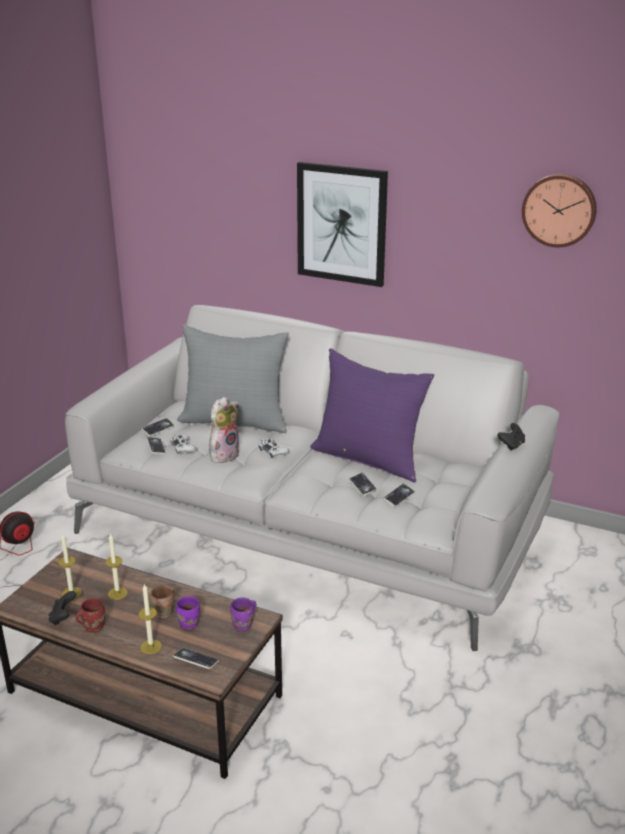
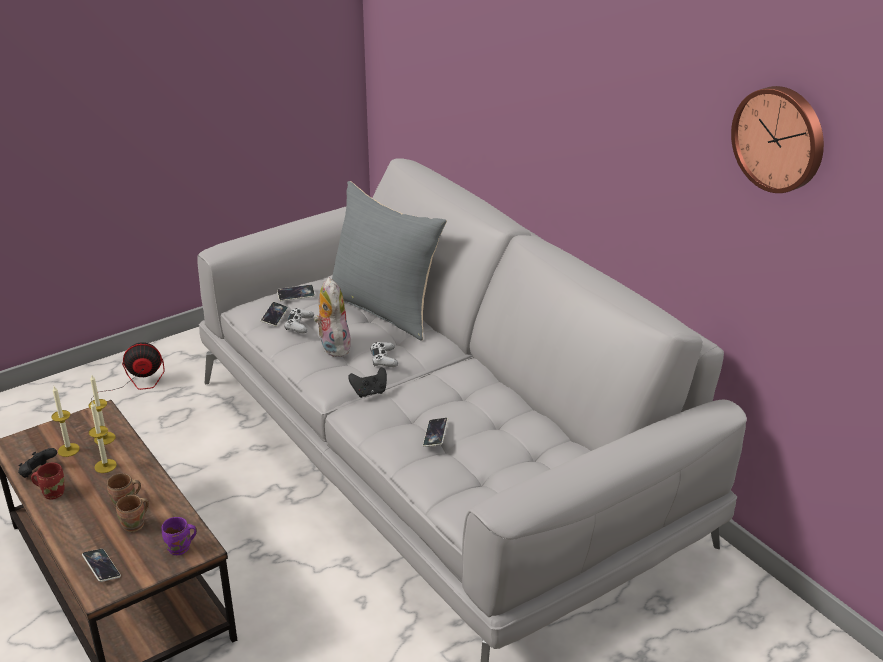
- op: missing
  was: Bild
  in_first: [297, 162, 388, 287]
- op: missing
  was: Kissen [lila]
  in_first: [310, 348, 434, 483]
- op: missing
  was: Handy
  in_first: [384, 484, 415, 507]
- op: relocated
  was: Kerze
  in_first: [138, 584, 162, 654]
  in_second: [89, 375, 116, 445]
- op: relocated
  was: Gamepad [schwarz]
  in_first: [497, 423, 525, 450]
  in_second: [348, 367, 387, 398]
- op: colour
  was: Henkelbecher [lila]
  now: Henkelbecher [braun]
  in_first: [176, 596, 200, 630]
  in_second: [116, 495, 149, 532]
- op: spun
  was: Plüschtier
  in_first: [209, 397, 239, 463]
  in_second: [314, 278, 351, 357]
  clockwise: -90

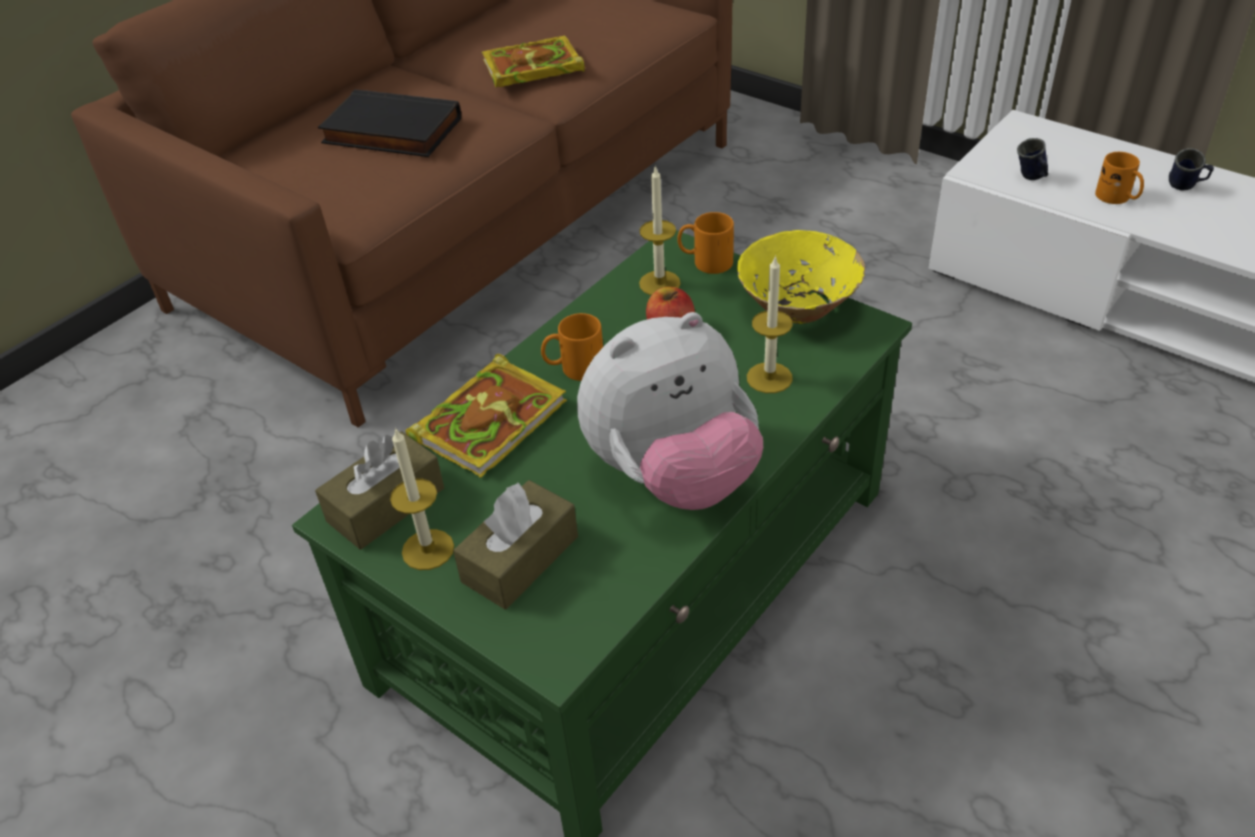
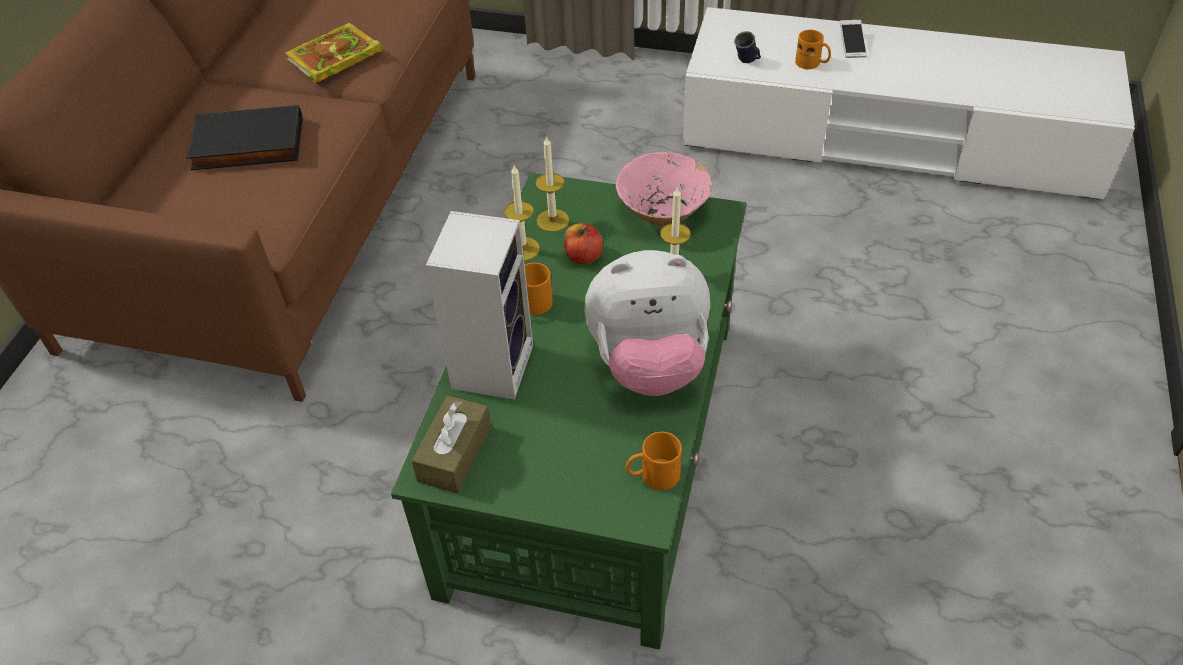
- op: missing
  was: Taschentuchbox [braun]
  in_first: [453, 480, 578, 609]
- op: relocated
  was: Kerze
  in_first: [390, 428, 454, 570]
  in_second: [504, 165, 540, 261]
- op: relocated
  was: Henkelbecher [orange]
  in_first: [677, 212, 734, 274]
  in_second: [626, 432, 682, 490]
- op: exchanged
  was: Buch
  now: Lautsprecher
  in_first: [405, 354, 567, 478]
  in_second: [426, 211, 533, 400]
- op: exchanged
  was: Henkelbecher [blau]
  now: Handy
  in_first: [1169, 148, 1214, 191]
  in_second: [840, 20, 867, 58]
- op: colour
  was: Schüssel [gelb]
  now: Schüssel [rosa]
  in_first: [737, 230, 865, 324]
  in_second: [616, 152, 712, 226]
- op: spun
  was: Plüschtier
  in_first: [577, 312, 763, 510]
  in_second: [585, 250, 710, 396]
  clockwise: 45

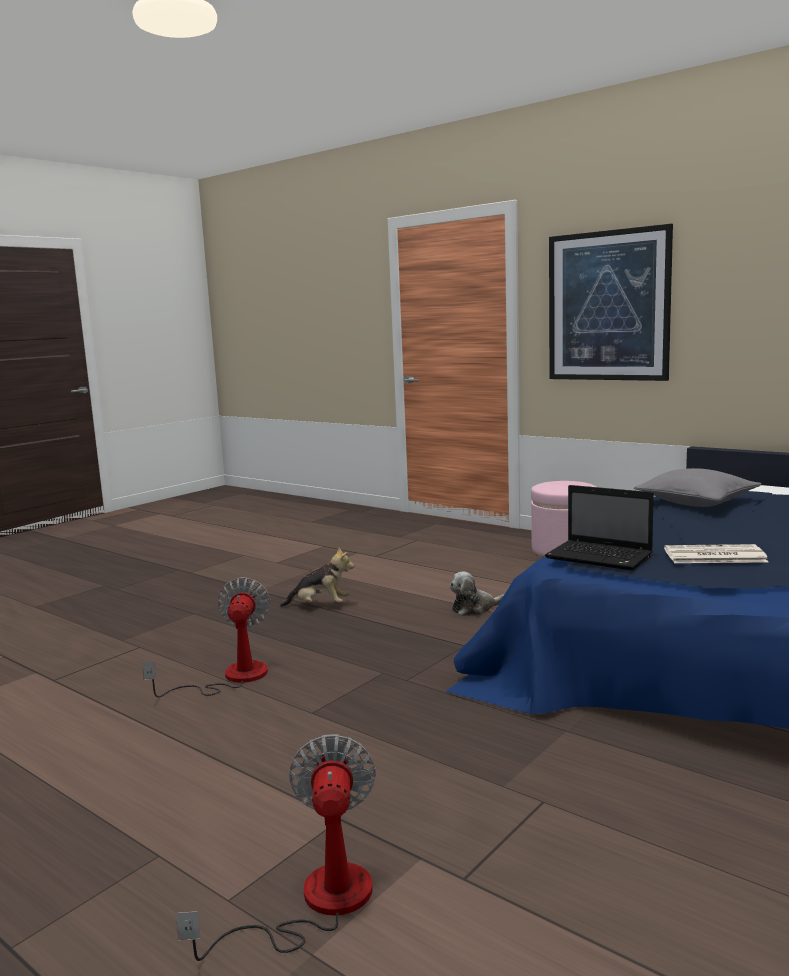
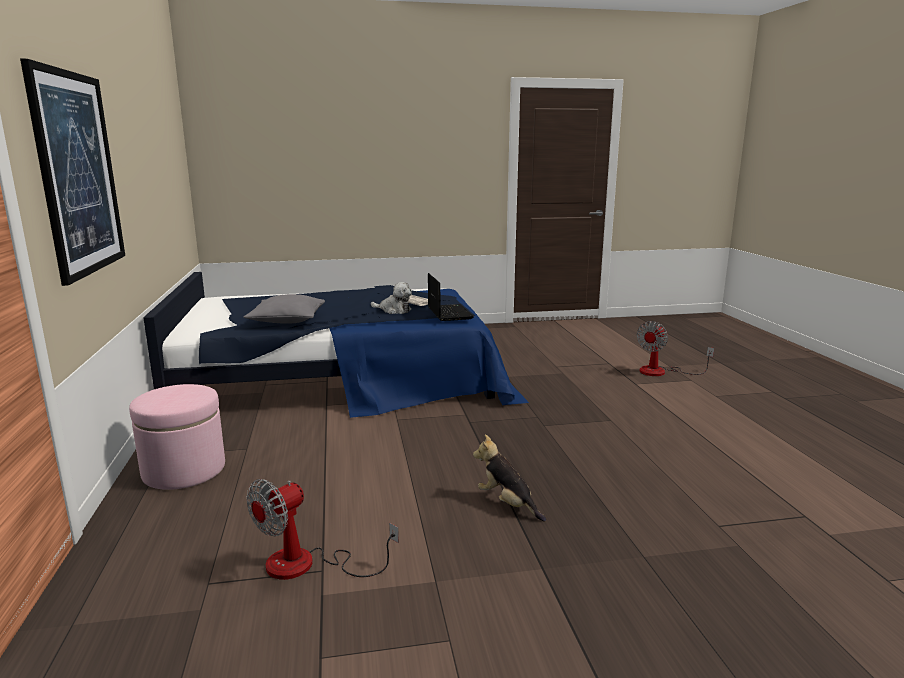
- op: relocated
  was: Ventilator
  in_first: [142, 577, 271, 698]
  in_second: [247, 479, 399, 580]
- op: relocated
  was: Plüschtier
  in_first: [449, 571, 504, 616]
  in_second: [371, 282, 412, 314]

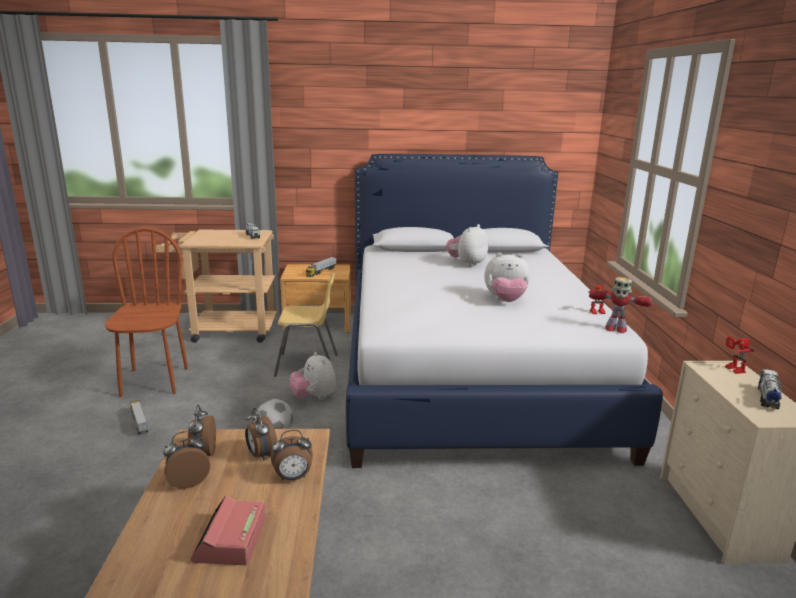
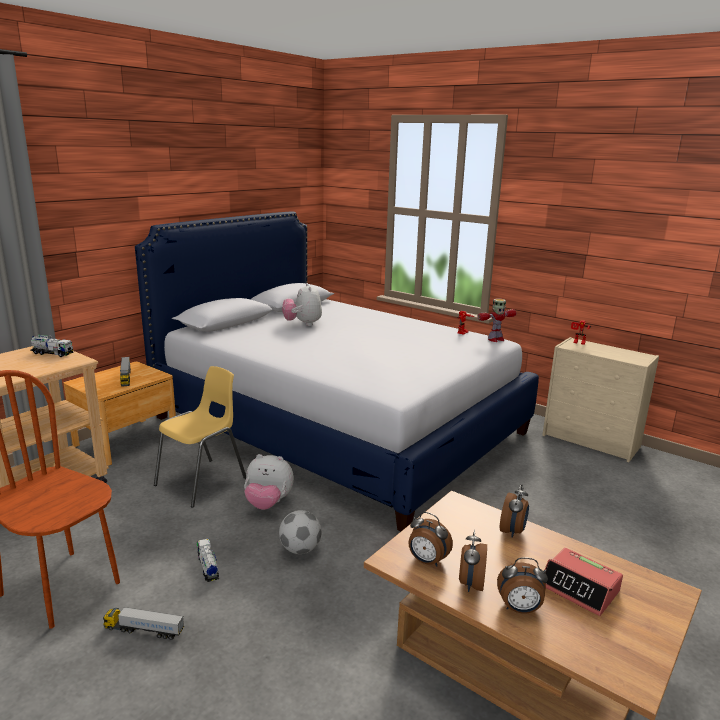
- op: missing
  was: Plüschtier
  in_first: [484, 253, 530, 302]
- op: relocated
  was: Wecker
  in_first: [245, 408, 277, 461]
  in_second: [497, 557, 548, 613]
- op: relocated
  was: Spielzeuglaster
  in_first: [758, 369, 783, 409]
  in_second: [197, 538, 219, 582]

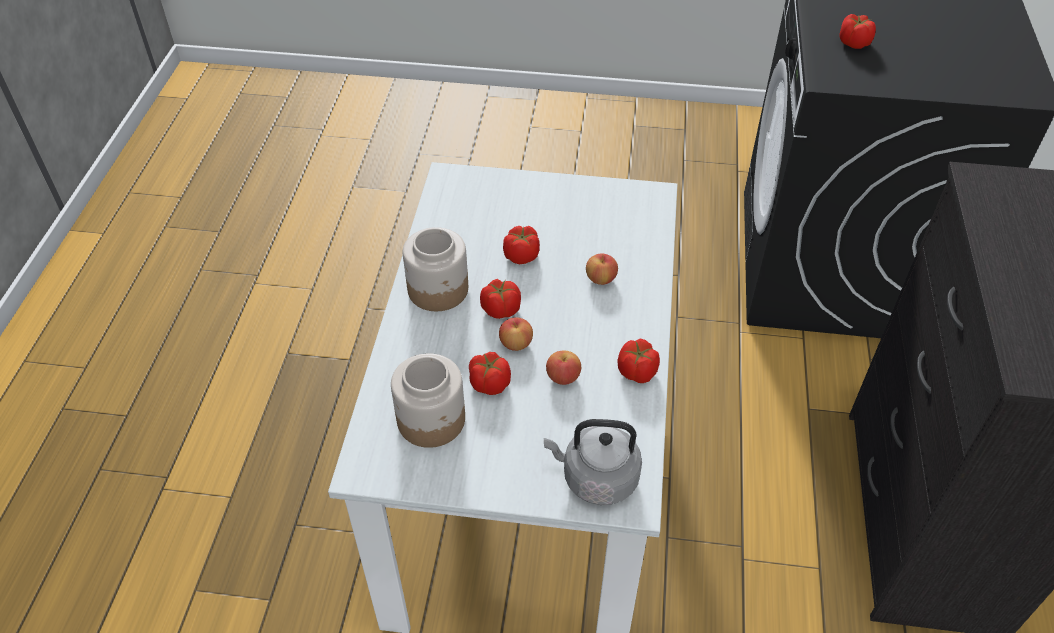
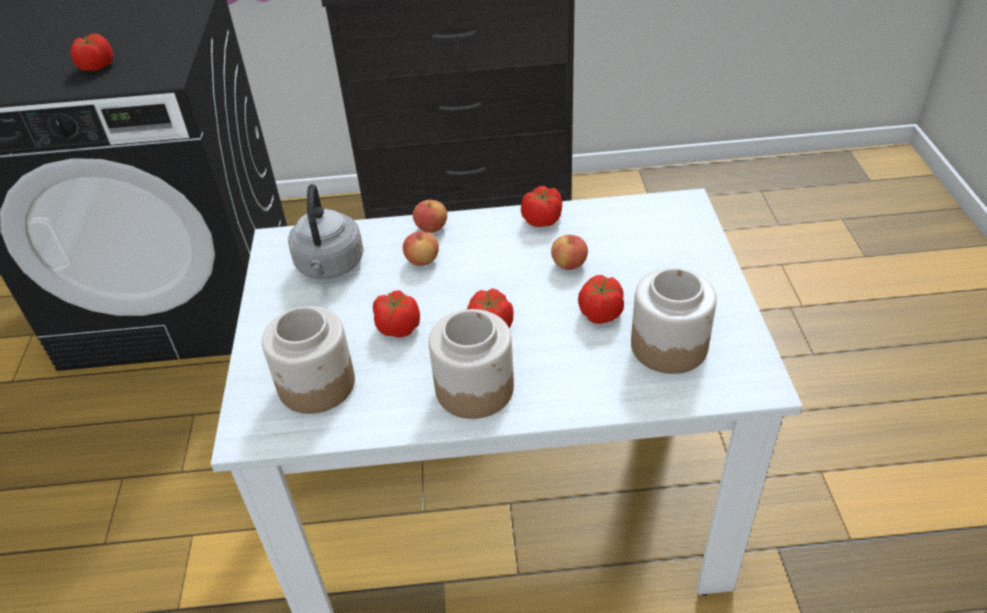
- op: appeared
  now: Vorratsglas
  in_second: [262, 306, 355, 414]
- op: relocated
  was: Apfel
  in_first: [499, 317, 533, 351]
  in_second: [413, 200, 447, 233]
- op: relocated
  was: Wasserkessel [grau]
  in_first: [544, 419, 642, 505]
  in_second: [288, 184, 364, 279]

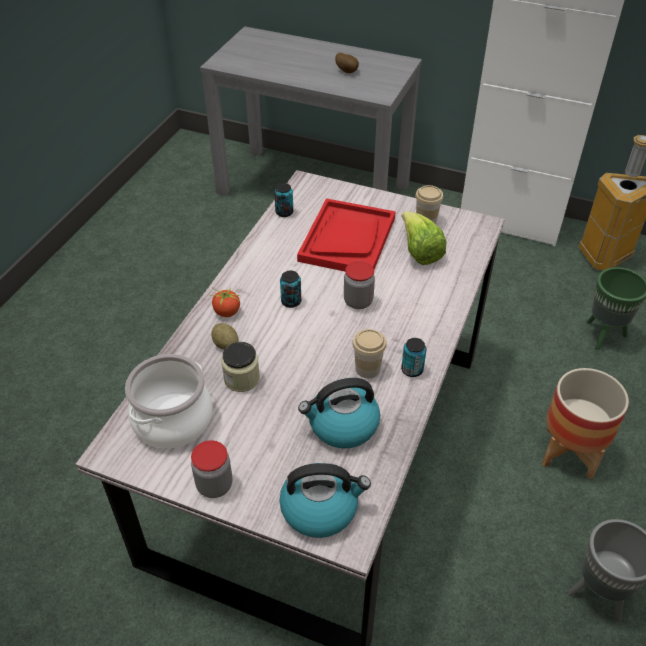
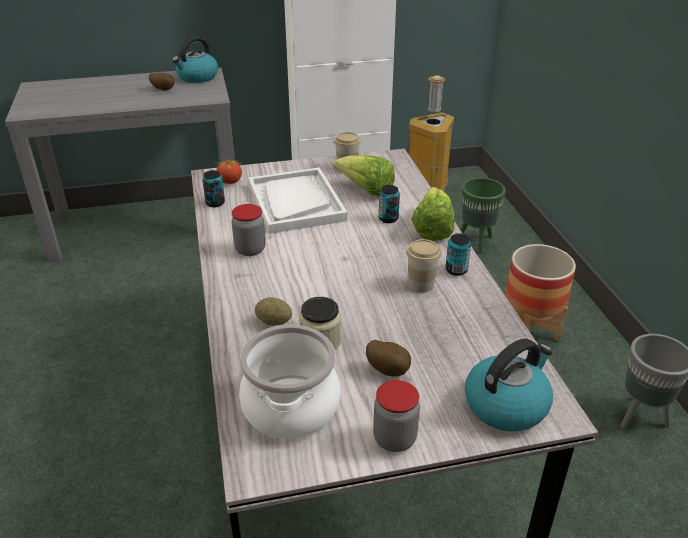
- op: appeared
  now: Kartoffel
  in_second: [366, 340, 411, 376]
- op: appeared
  now: Salatkopf
  in_second: [411, 187, 455, 241]
- op: relocated
  was: Tomate
  in_first: [209, 287, 240, 317]
  in_second: [215, 158, 242, 184]
- op: relocated
  was: Dose
  in_first: [280, 270, 301, 308]
  in_second: [379, 185, 400, 223]
- op: relocated
  was: Wasserkessel
  in_first: [298, 378, 380, 449]
  in_second: [172, 37, 218, 83]
- op: relocated
  was: Vorratsglas
  in_first: [344, 261, 375, 309]
  in_second: [231, 204, 266, 256]
- op: colour
  was: Tablett [rot]
  now: Tablett [weiß]
  in_first: [297, 198, 396, 271]
  in_second: [248, 167, 348, 234]

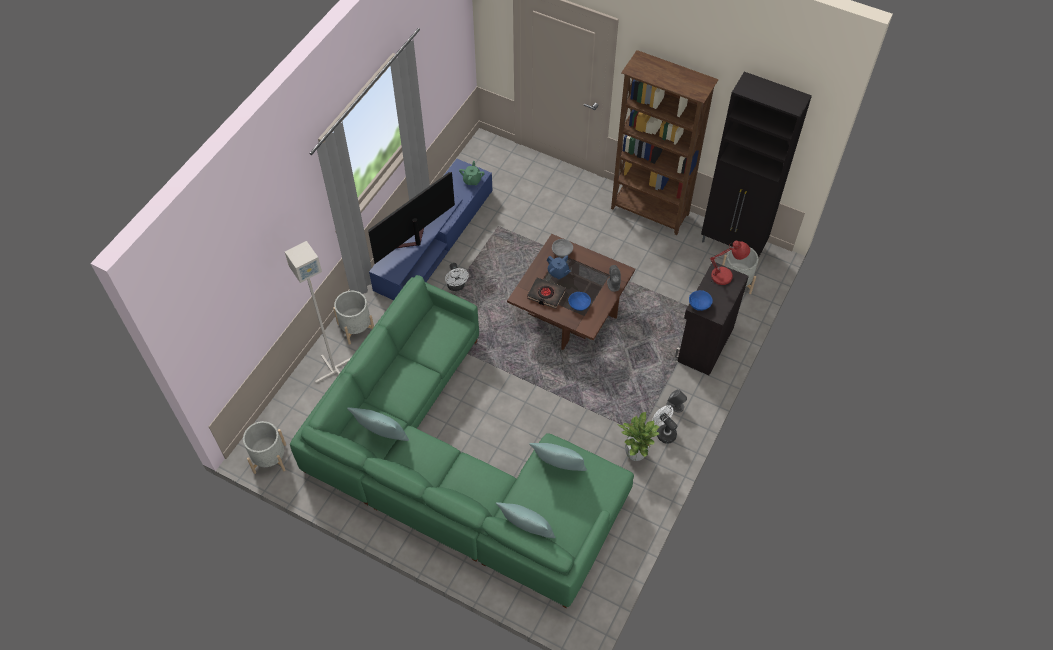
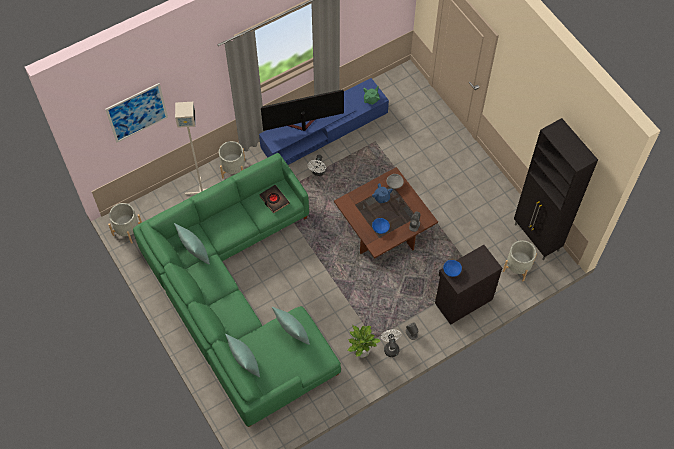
- op: missing
  was: Bücherregal [braun]
  in_first: [611, 50, 719, 235]
- op: missing
  was: Tischlampe [rot]
  in_first: [710, 241, 750, 285]
- op: appeared
  now: Bild
  in_second: [105, 83, 168, 143]
- op: relocated
  was: Buch [schwarz]
  in_first: [527, 278, 566, 309]
  in_second: [259, 185, 289, 214]

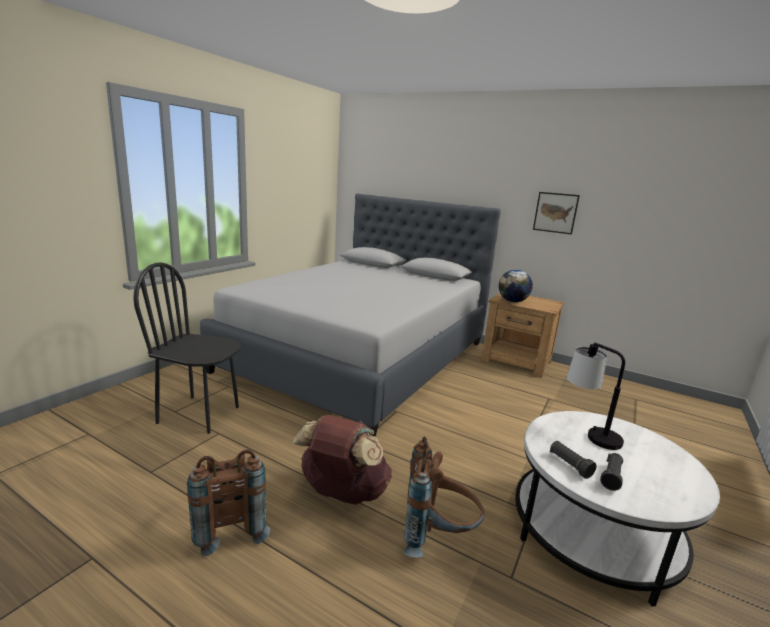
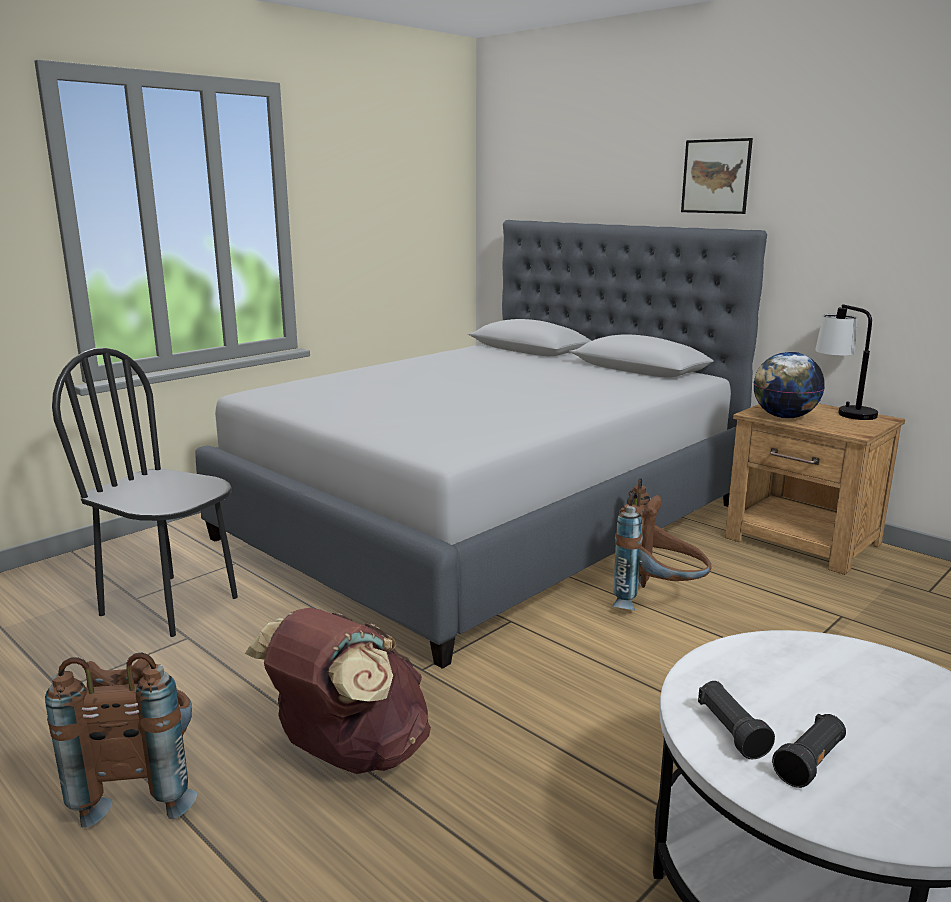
- op: relocated
  was: Rucksack [braun]
  in_first: [403, 437, 484, 558]
  in_second: [612, 478, 712, 610]
- op: relocated
  was: Bild
  in_first: [533, 192, 580, 235]
  in_second: [681, 138, 753, 214]
- op: relocated
  was: Tischlampe
  in_first: [566, 342, 625, 450]
  in_second: [815, 304, 878, 420]

